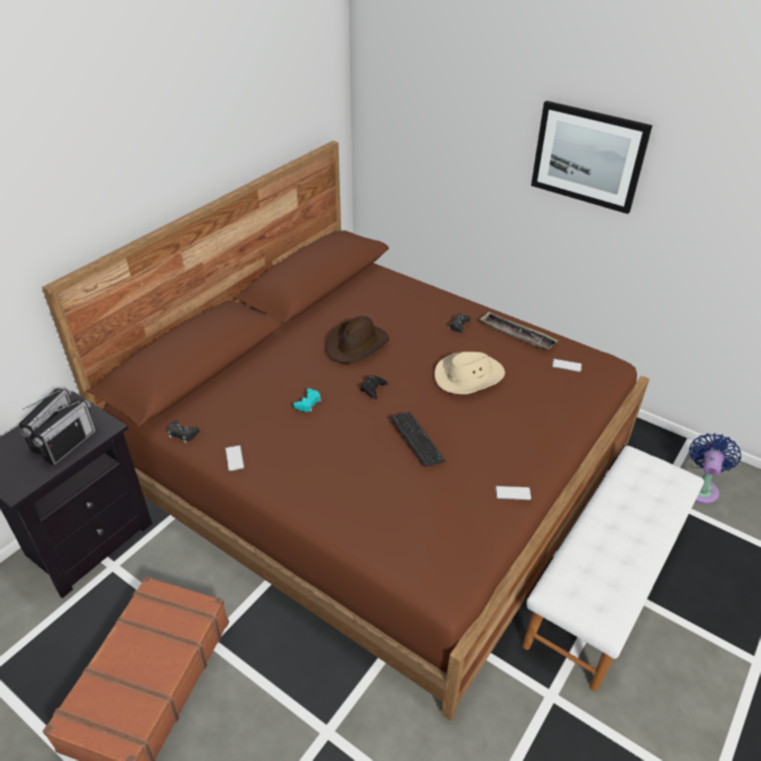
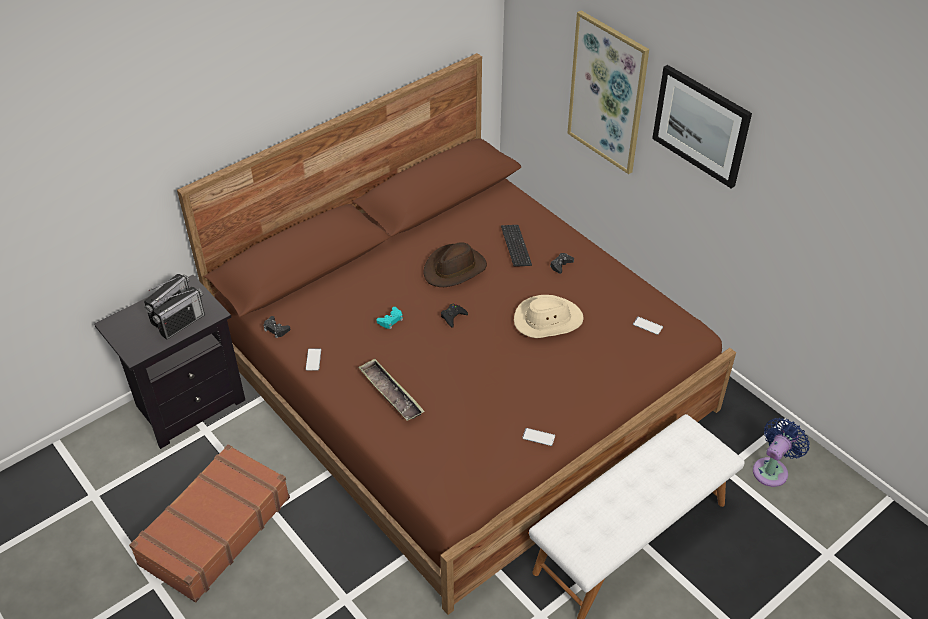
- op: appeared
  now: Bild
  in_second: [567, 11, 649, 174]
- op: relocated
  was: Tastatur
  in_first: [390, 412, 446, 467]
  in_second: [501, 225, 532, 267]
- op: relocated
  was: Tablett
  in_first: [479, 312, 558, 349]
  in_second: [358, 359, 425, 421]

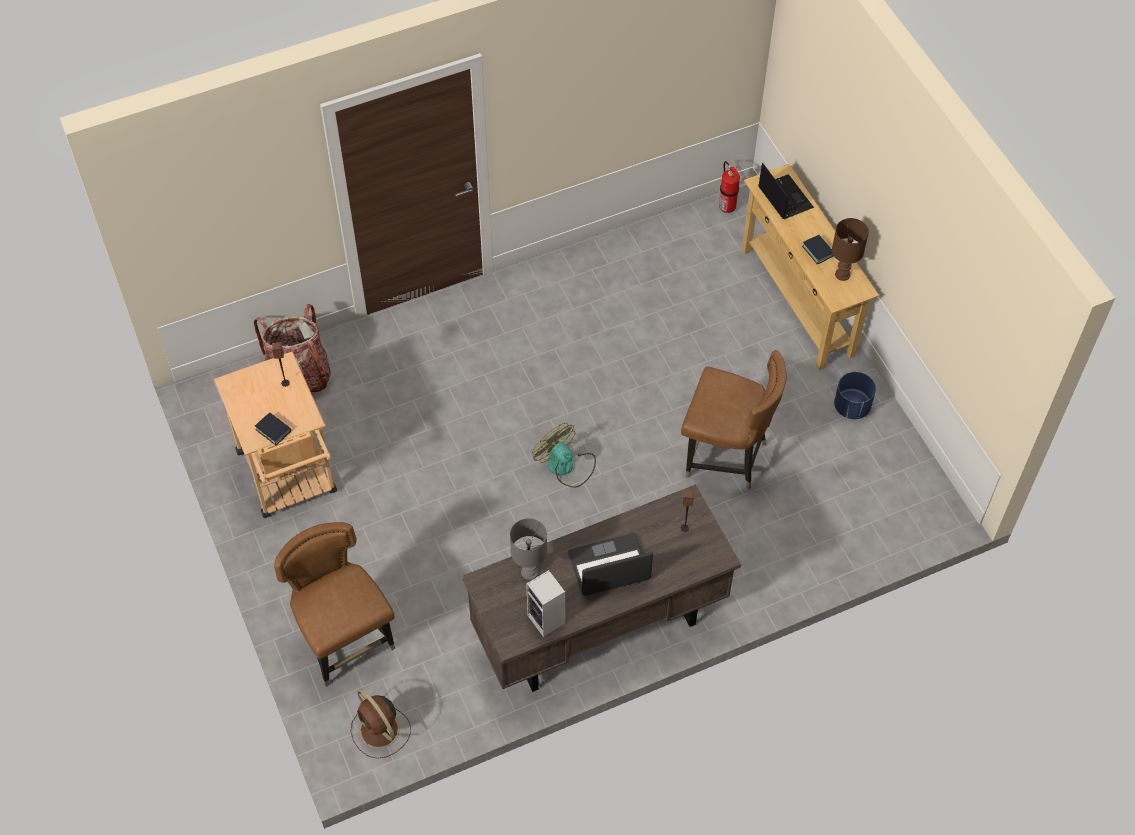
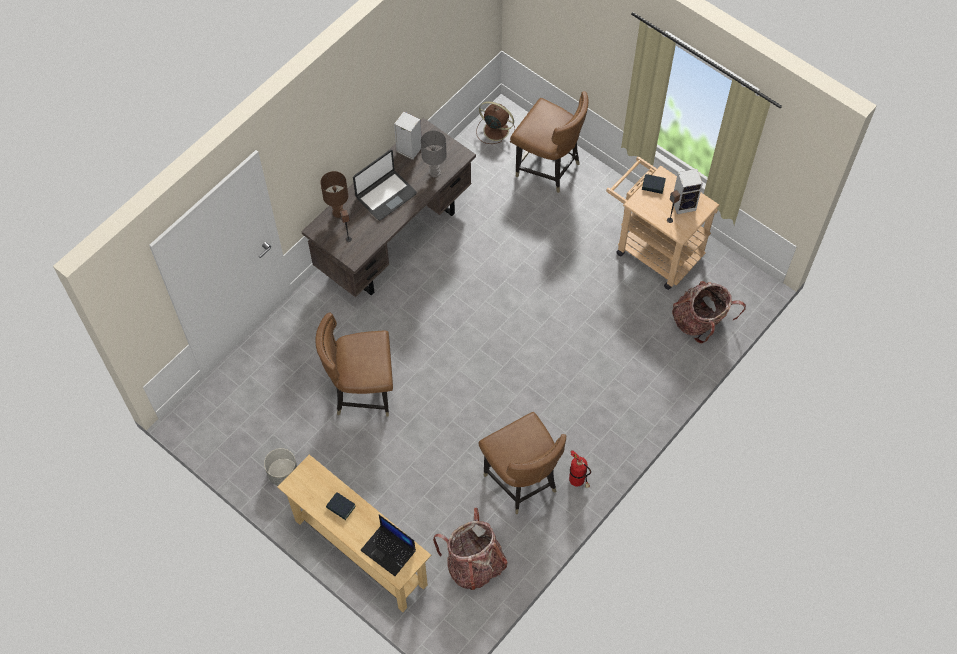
- op: missing
  was: Ventilator
  in_first: [532, 423, 596, 488]
- op: appeared
  now: Rucksack
  in_second: [433, 508, 508, 590]
- op: appeared
  now: Stuhl [braun]
  in_second: [479, 412, 566, 514]
- op: appeared
  now: Lautsprecher
  in_second: [674, 169, 703, 214]
- op: relocated
  was: Feuerlöscher
  in_first: [719, 161, 740, 213]
  in_second: [569, 450, 591, 488]
- op: relocated
  was: Tischlampe [braun]
  in_first: [832, 218, 869, 281]
  in_second: [320, 171, 348, 218]
- op: colour
  was: Pflanzkübel [blau]
  now: Pflanzkübel [grau]
  in_first: [834, 372, 876, 419]
  in_second: [264, 448, 297, 486]

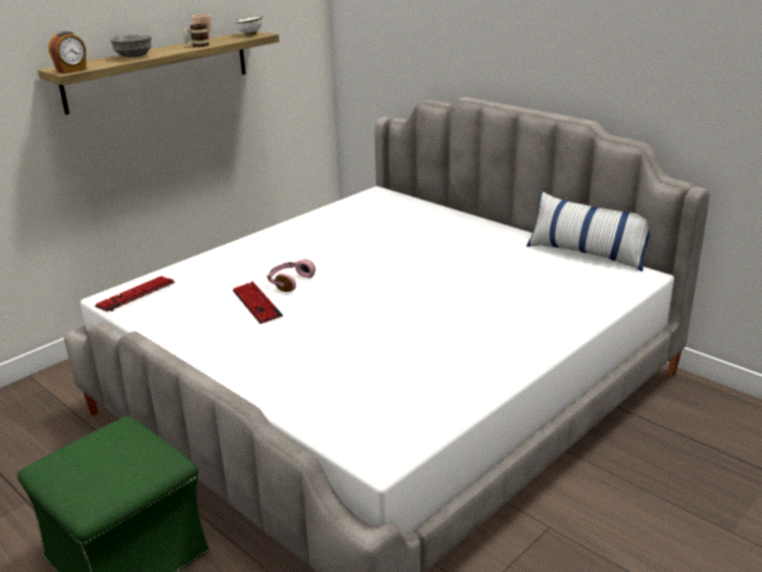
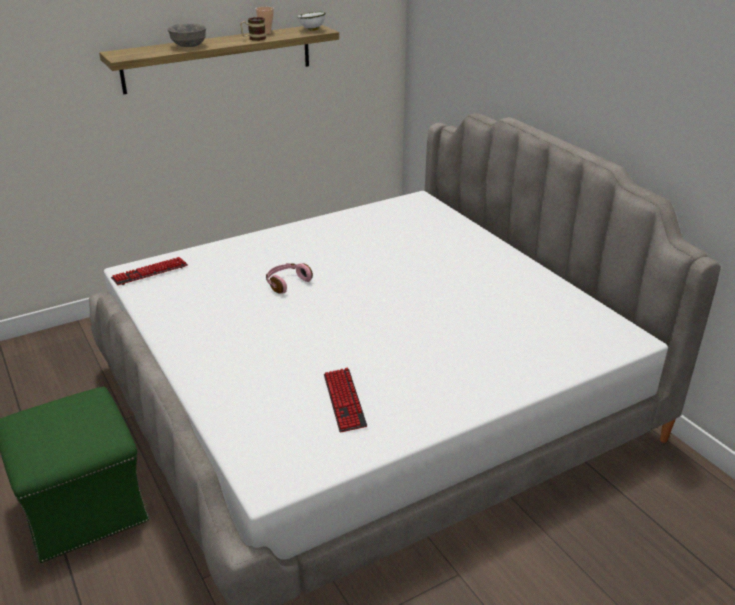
- op: missing
  was: Wecker
  in_first: [49, 31, 86, 74]
- op: missing
  was: Kissen
  in_first: [527, 191, 649, 271]
- op: relocated
  was: Tastatur
  in_first: [233, 281, 283, 324]
  in_second: [324, 367, 367, 433]

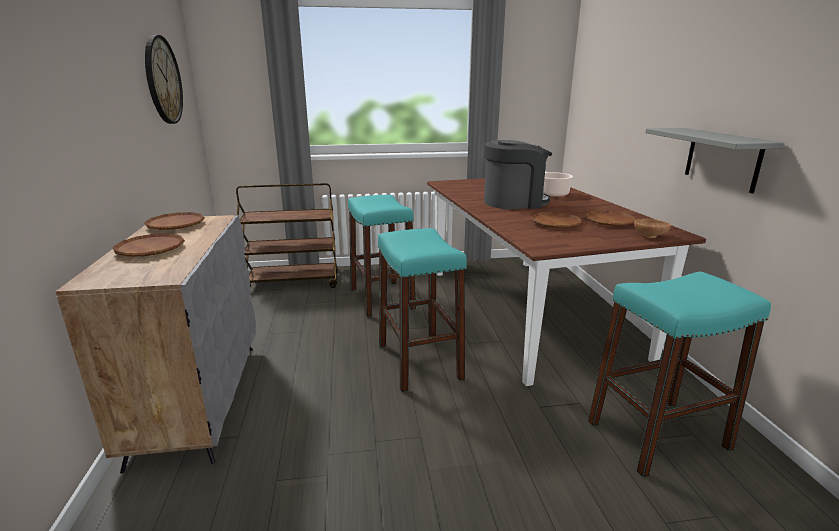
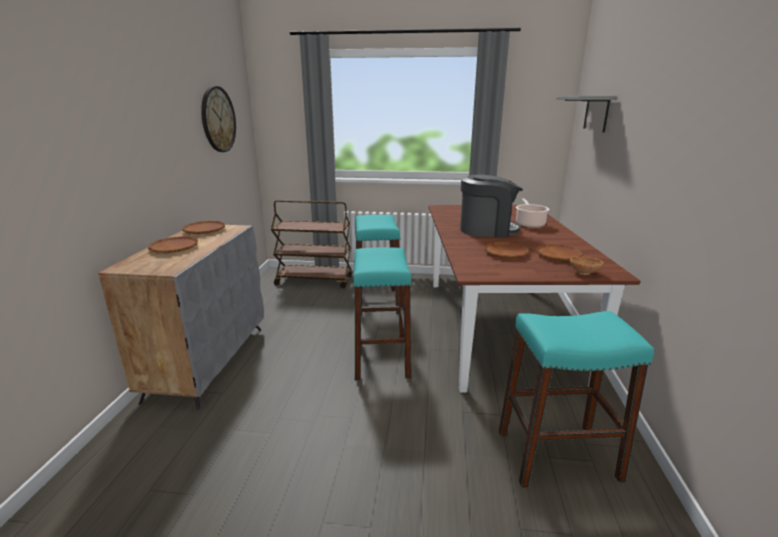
- op: relocated
  was: Wandregal [grau]
  in_first: [645, 128, 785, 194]
  in_second: [556, 96, 616, 133]

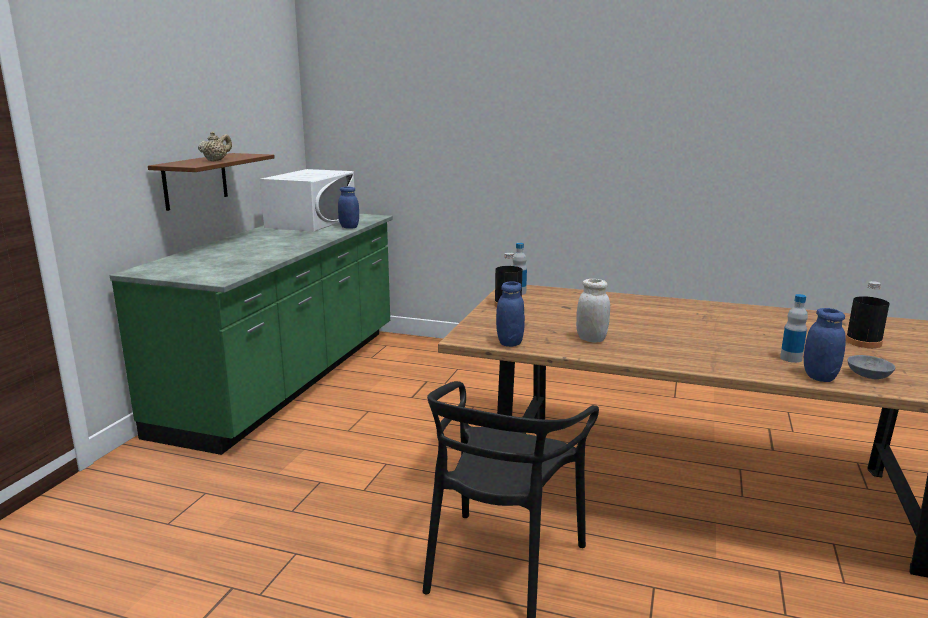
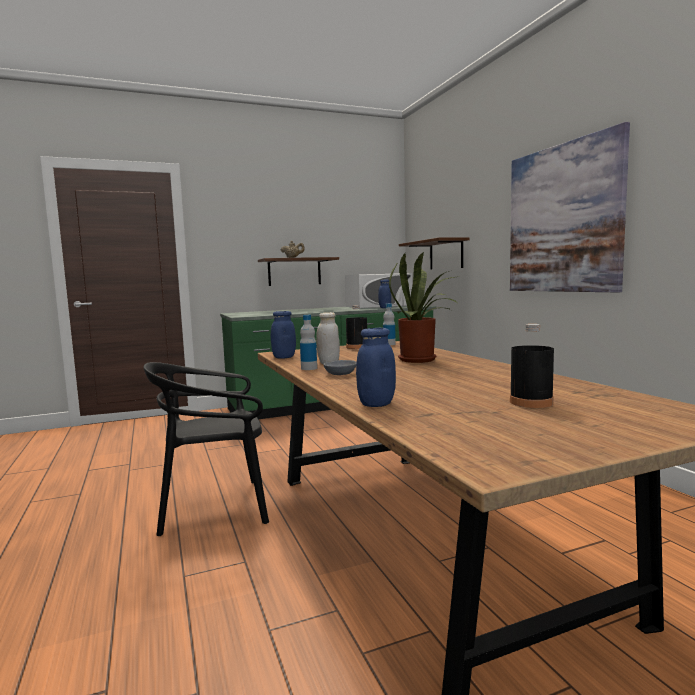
- op: appeared
  now: Topfpflanze
  in_second: [389, 252, 460, 363]
- op: appeared
  now: Wandregal [braun]
  in_second: [399, 237, 470, 270]
- op: appeared
  now: Bild
  in_second: [510, 122, 630, 292]
- op: relocated
  was: Flasche
  in_first: [780, 294, 808, 363]
  in_second: [300, 315, 317, 370]
- op: relocated
  was: Schüssel [grau]
  in_first: [848, 355, 895, 379]
  in_second: [323, 360, 357, 375]

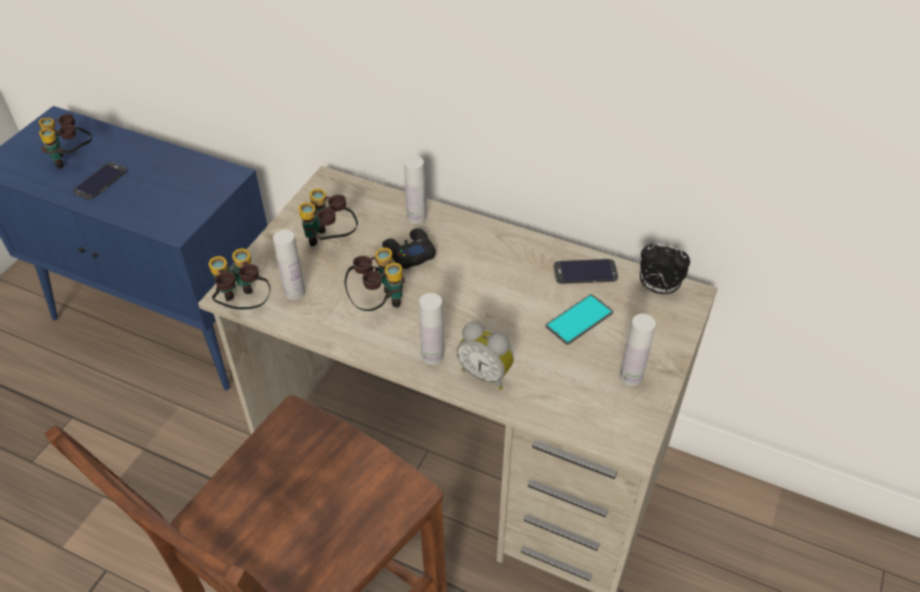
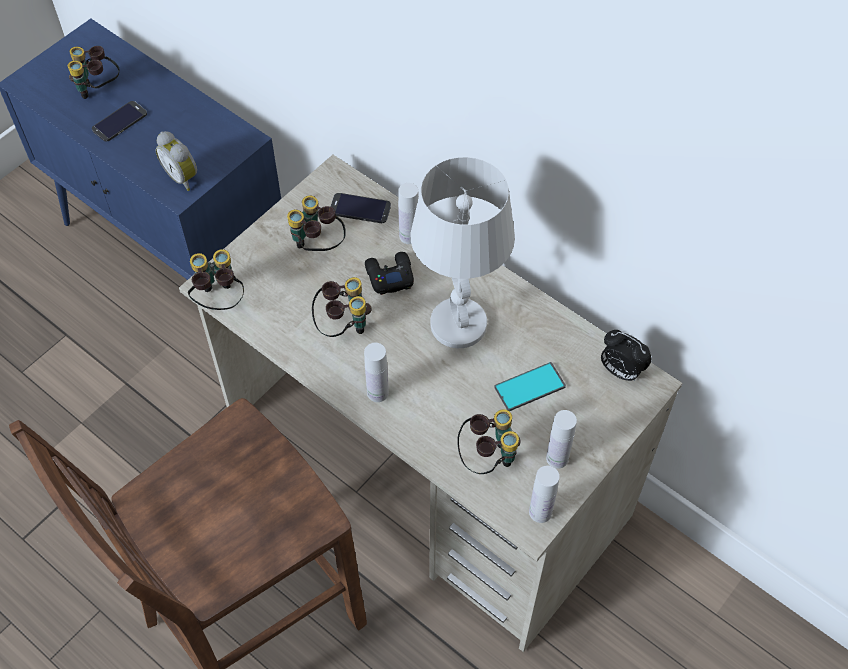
- op: appeared
  now: Tischlampe [weiß]
  in_second: [411, 157, 515, 348]
- op: appeared
  now: Fernglas
  in_second: [457, 409, 521, 474]
- op: relocated
  was: Flasche [weiß]
  in_first: [273, 230, 305, 300]
  in_second: [529, 466, 560, 523]
- op: relocated
  was: Wecker
  in_first: [457, 322, 514, 389]
  in_second: [156, 131, 197, 191]
- op: relocated
  was: Handy
  in_first: [554, 259, 618, 284]
  in_second: [330, 193, 391, 223]

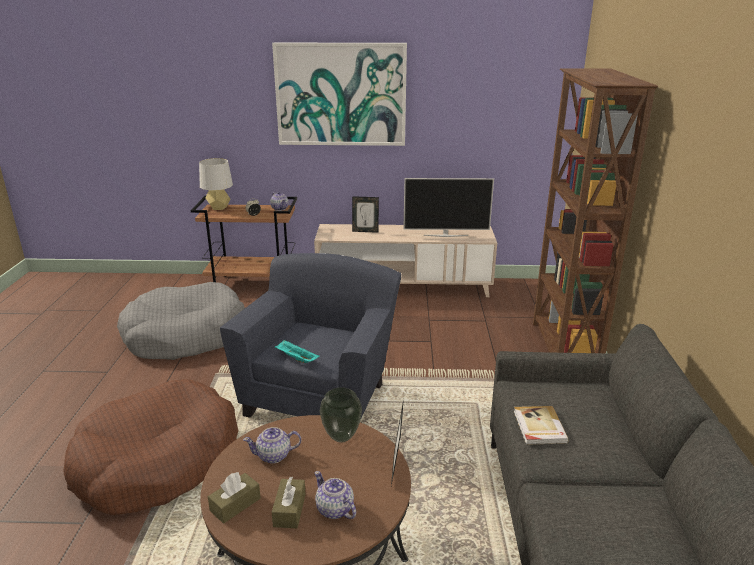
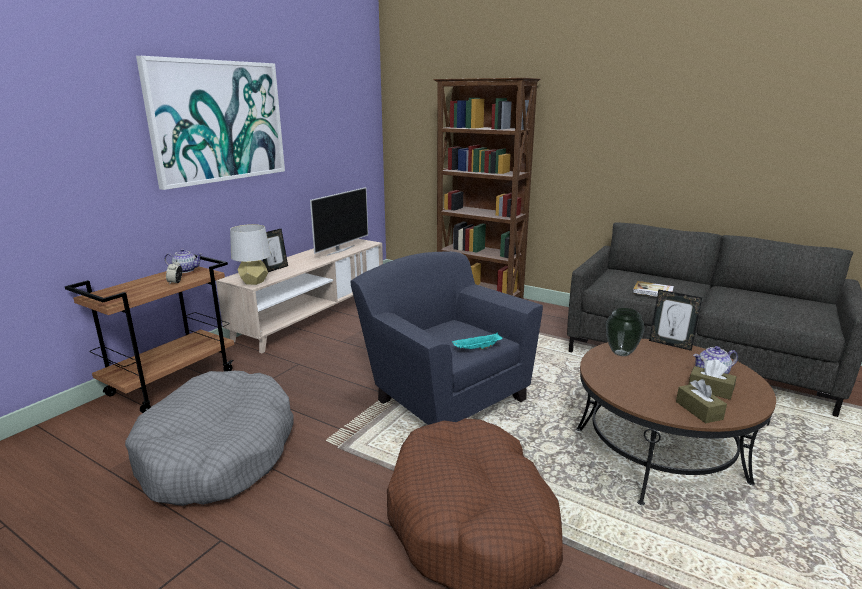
- op: missing
  was: Teekanne
  in_first: [243, 427, 301, 463]
- op: relocated
  was: Tischlampe [grau]
  in_first: [199, 158, 233, 210]
  in_second: [230, 224, 271, 285]

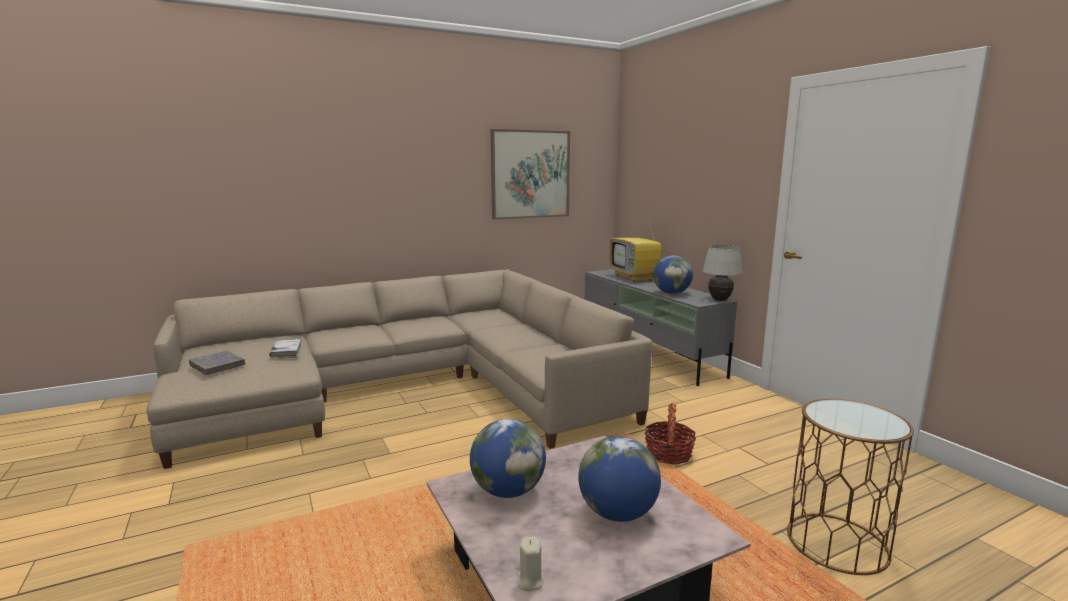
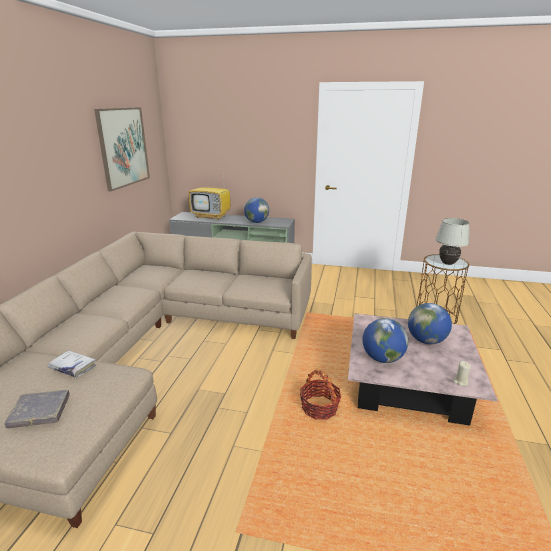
- op: relocated
  was: Korb
  in_first: [645, 403, 696, 465]
  in_second: [300, 370, 341, 420]
- op: relocated
  was: Tischlampe [weiß]
  in_first: [702, 245, 742, 301]
  in_second: [435, 218, 469, 265]

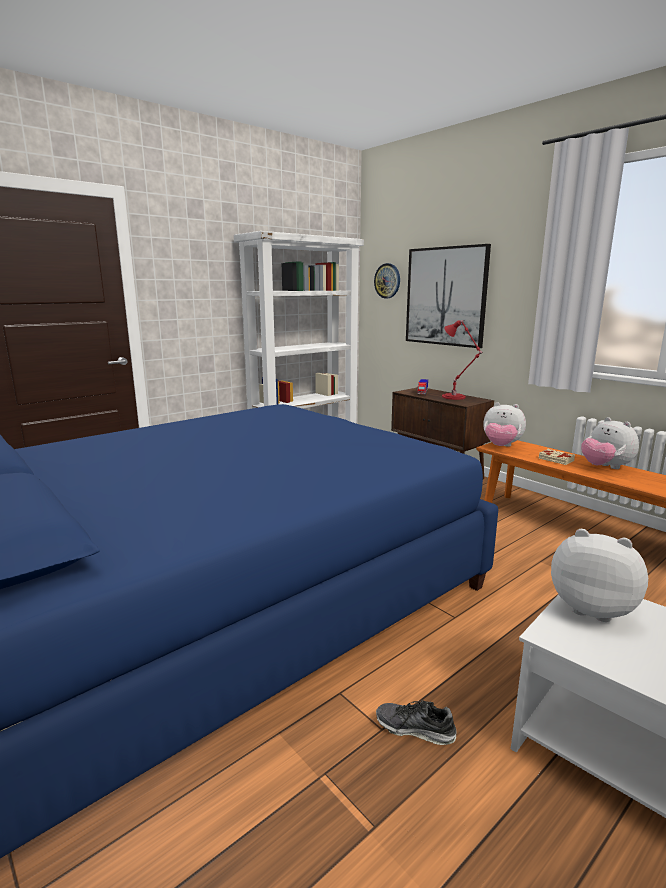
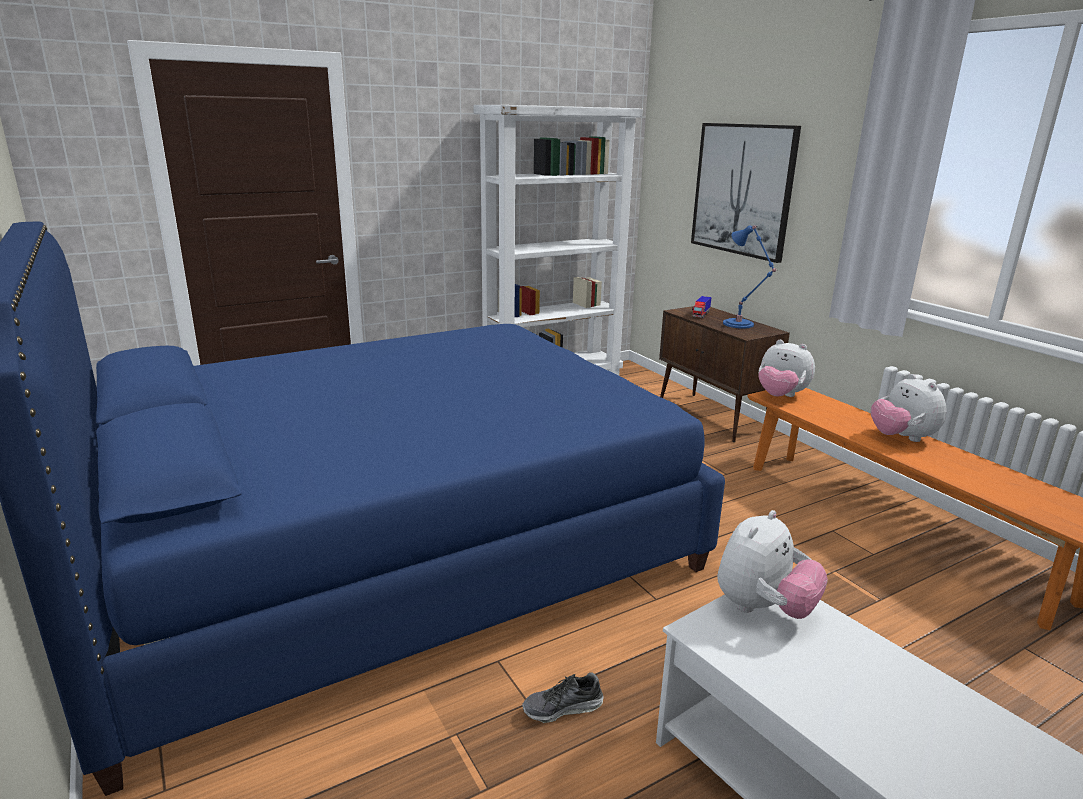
- op: missing
  was: Wanduhr
  in_first: [374, 263, 400, 298]
- op: missing
  was: Buch [beige]
  in_first: [539, 449, 575, 465]
- op: colour
  was: Tischlampe [rot]
  now: Tischlampe [blau]
  in_first: [442, 320, 482, 400]
  in_second: [723, 225, 776, 328]
- op: spun
  was: Schuh
  in_first: [376, 700, 456, 745]
  in_second: [522, 672, 604, 723]
  clockwise: -45
- op: spun
  was: Plüschtier
  in_first: [551, 529, 648, 622]
  in_second: [717, 510, 828, 619]
  clockwise: 90

